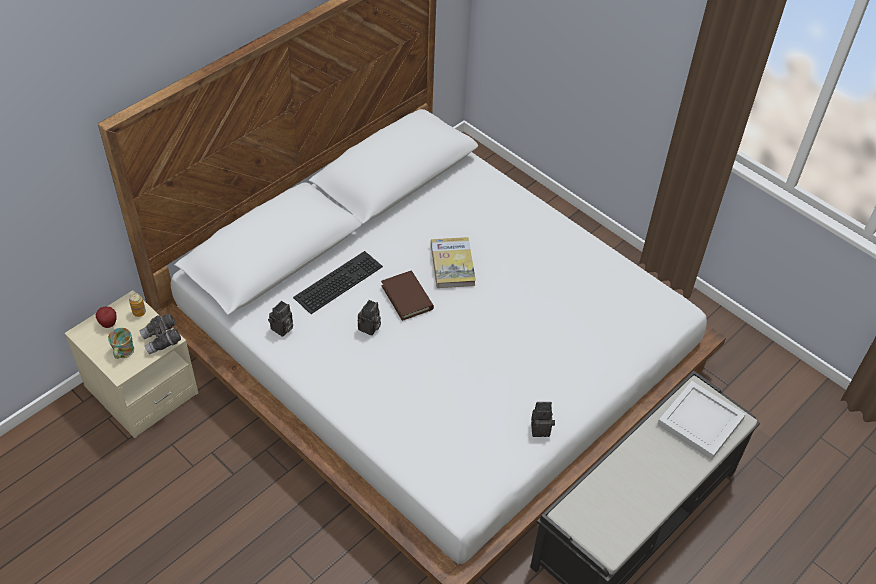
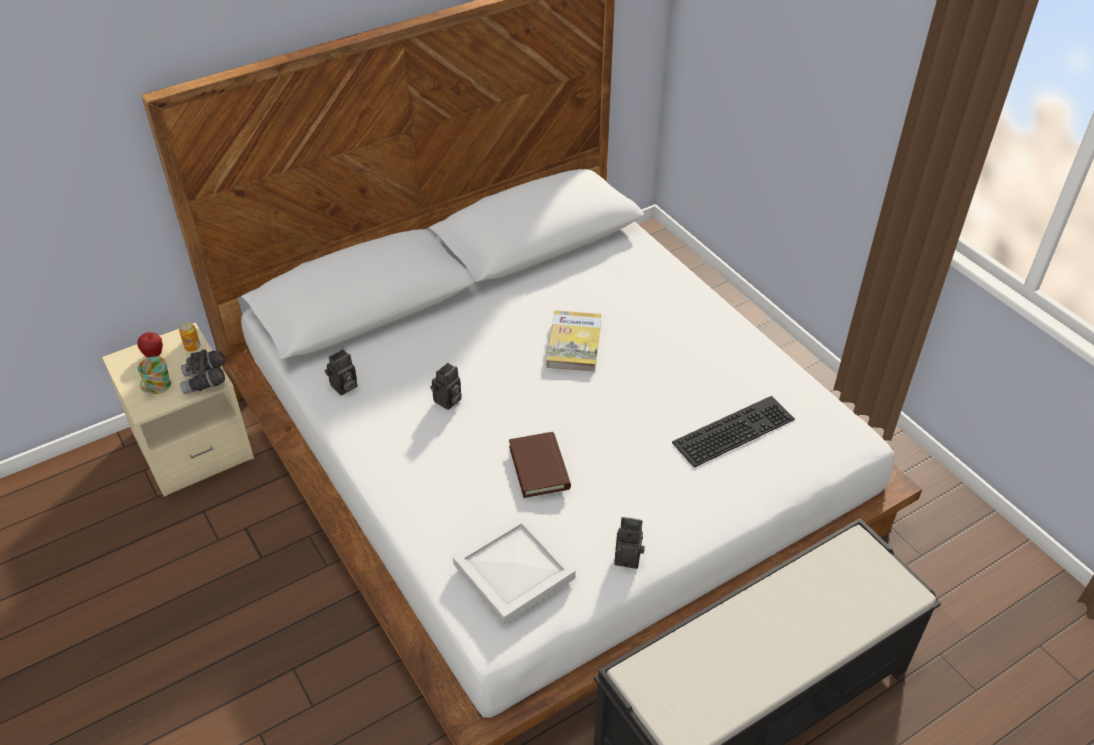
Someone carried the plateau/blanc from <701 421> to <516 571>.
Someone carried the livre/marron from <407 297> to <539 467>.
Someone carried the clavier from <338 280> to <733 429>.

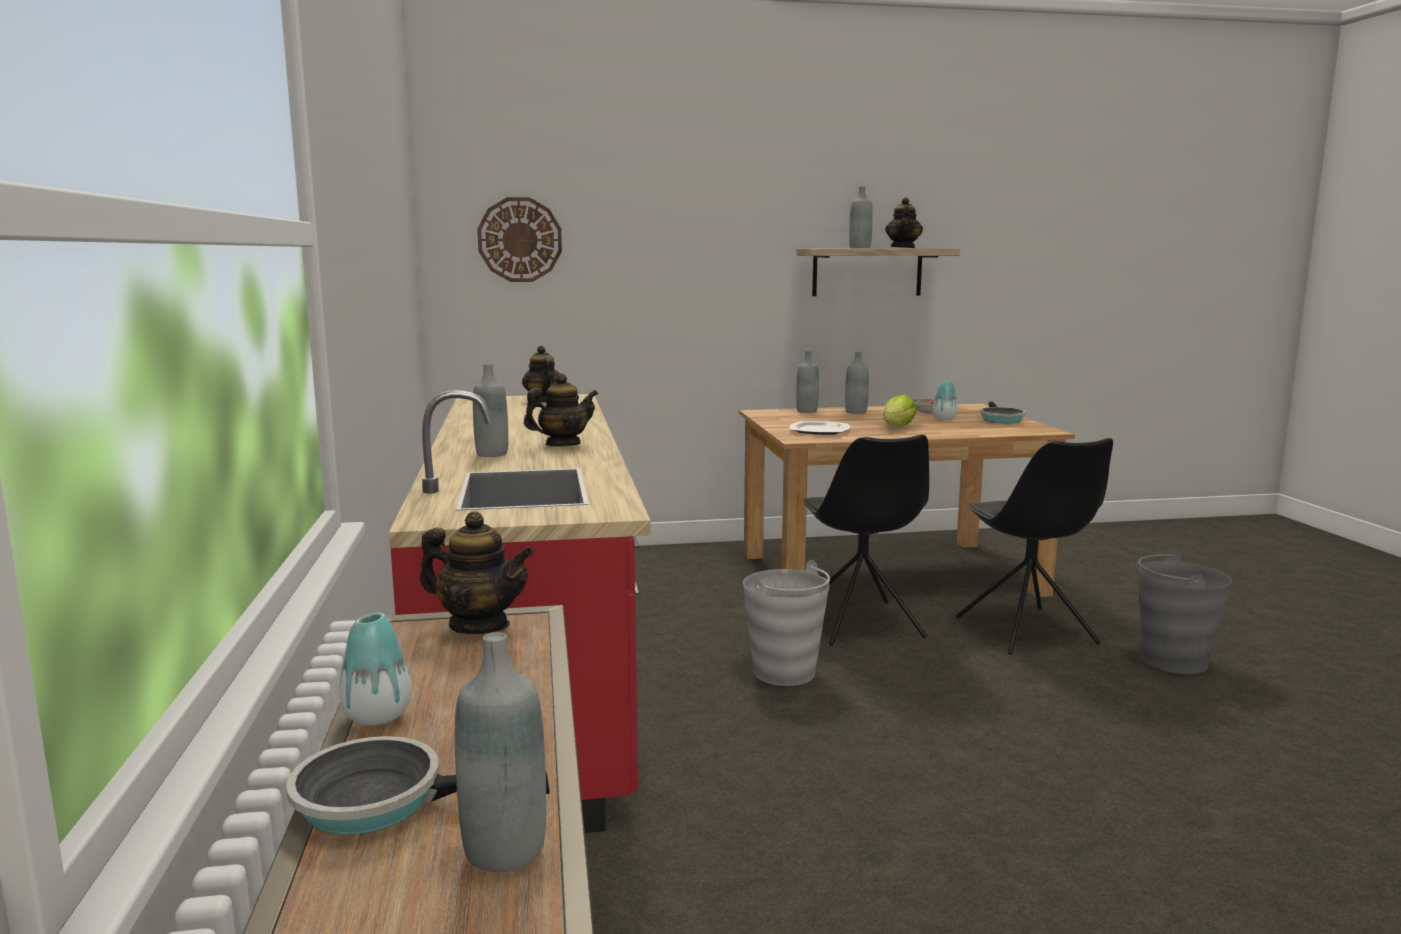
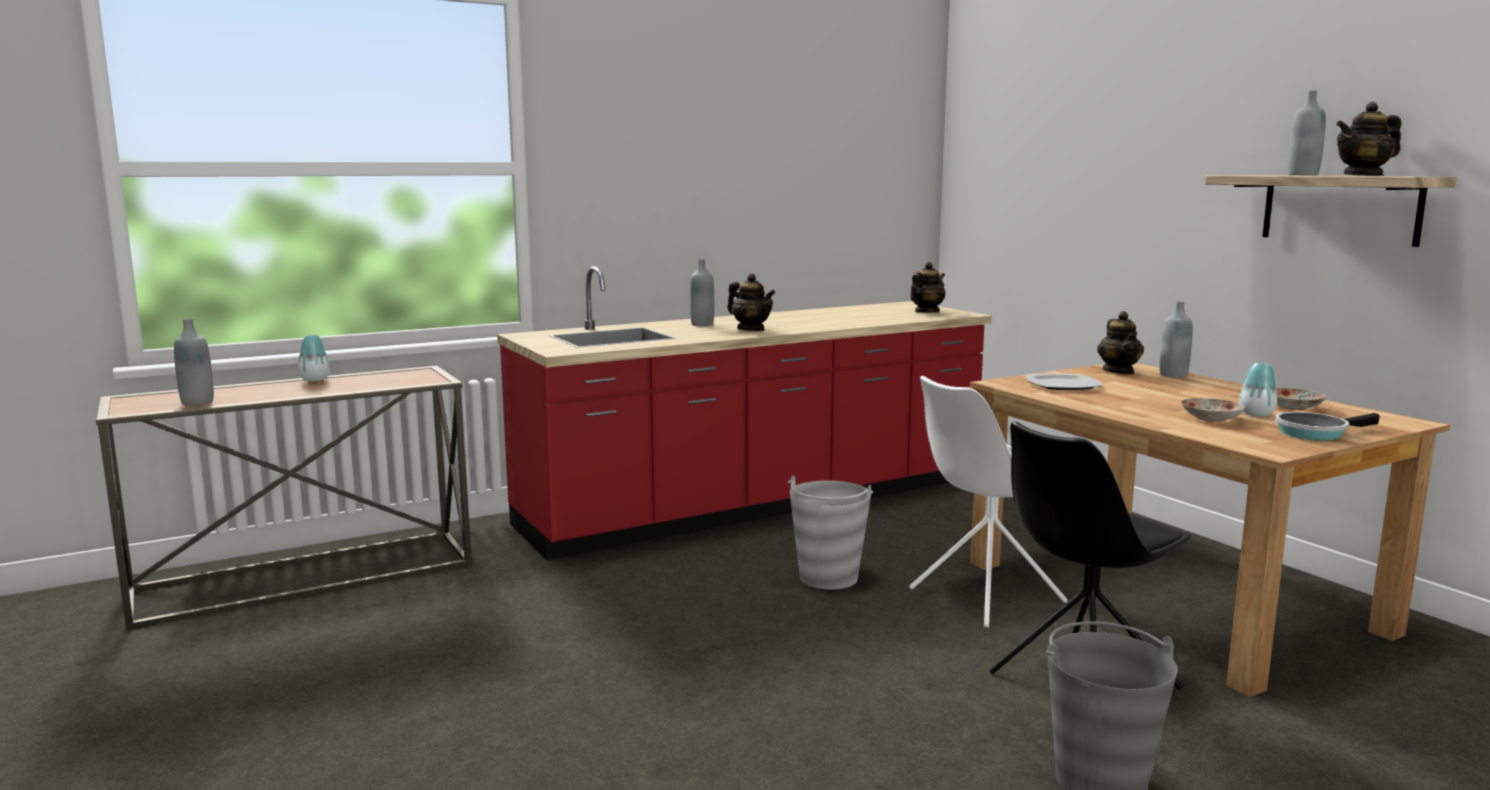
Someone repainted the chaise/noir at <860 624>, which became the chaise/blanc at <984 596>.
Someone carried the théière from <479 625> to <1118 371>.
Someone put down the assiette at <1210 418>.
Someone took away the poêle at <382 800>.
Someone took away the horloge murale at <520 240>.
Someone took away the bouteille/gris at <856 412>.
Someone took away the laitue at <894 428>.

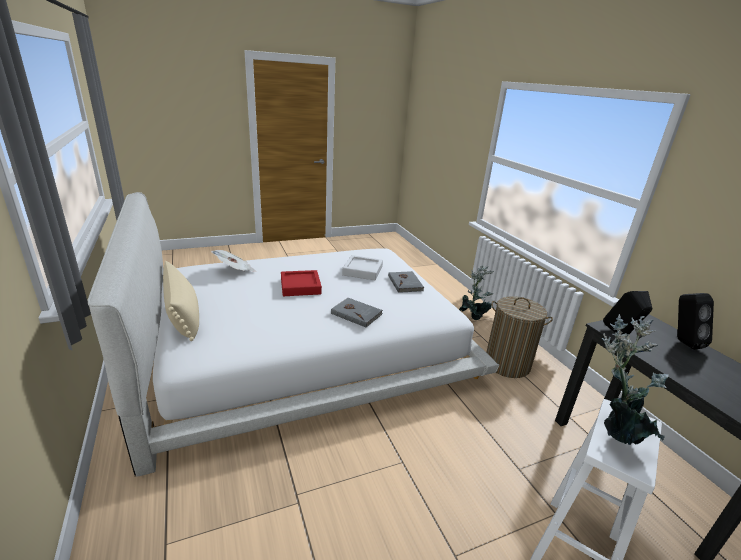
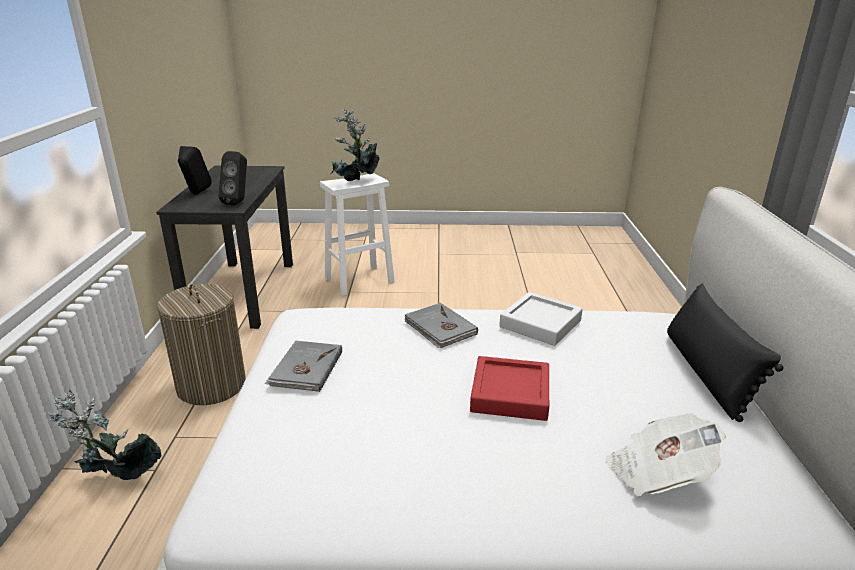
Someone carried the plateau/gris from <362 271> to <540 324>.
Someone repainted the coussin/beige at <183 316>, which became the coussin/noir at <706 373>.

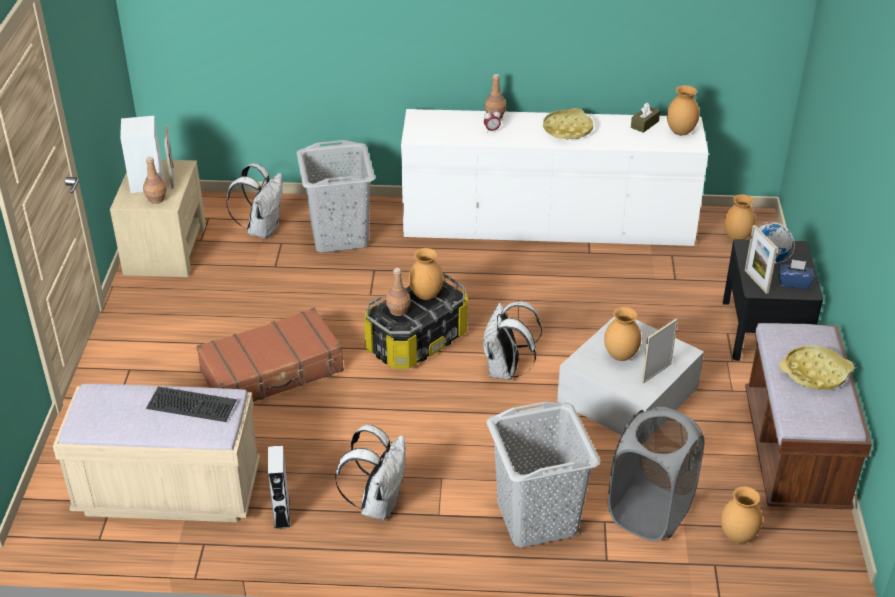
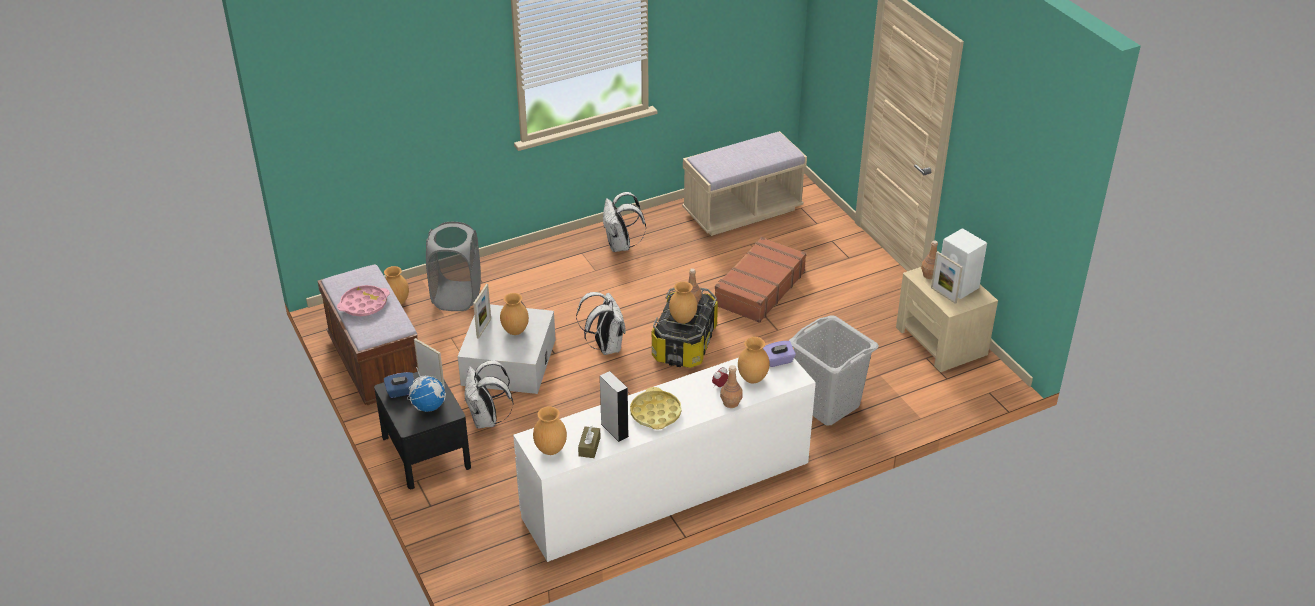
Someone repainted the plateau/jaune at <815 373>, which became the plateau/rose at <364 304>.
Someone carried the sac à dos/blanc from <262 229> to <487 420>.
Someone carried the enceinte/gris from <282 514> to <614 430>.
Someone carried the vase/marron from <737 237> to <752 379>.
Someone put down the boîte à mouchoirs/violet at <778 361>.
Someone took away the clavier at <191 405>.
Someone took away the panier à linge/gris at <536 519>.

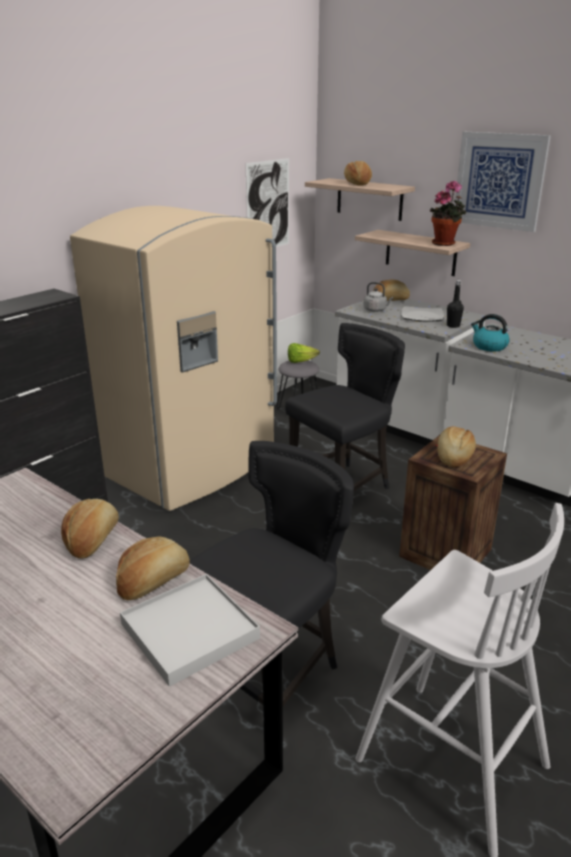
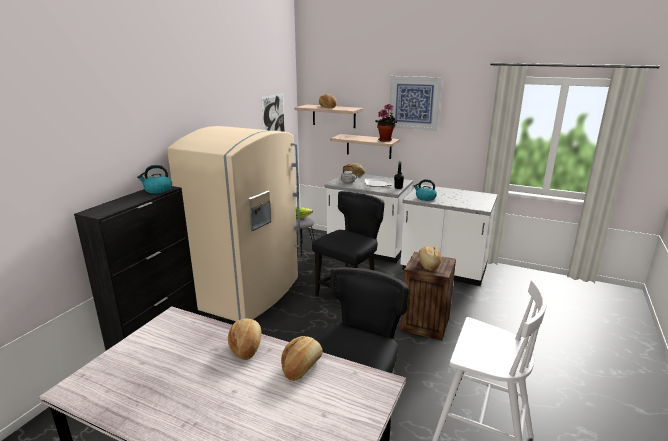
Someone put down the bouilloire at <158 190>.
Someone took away the plateau/blanc at <190 631>.

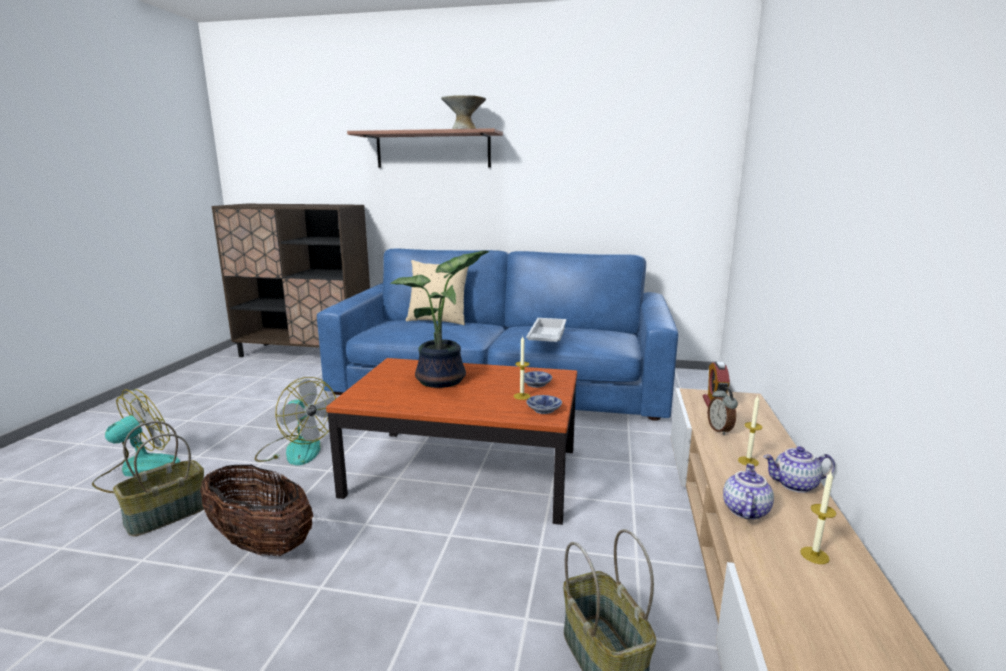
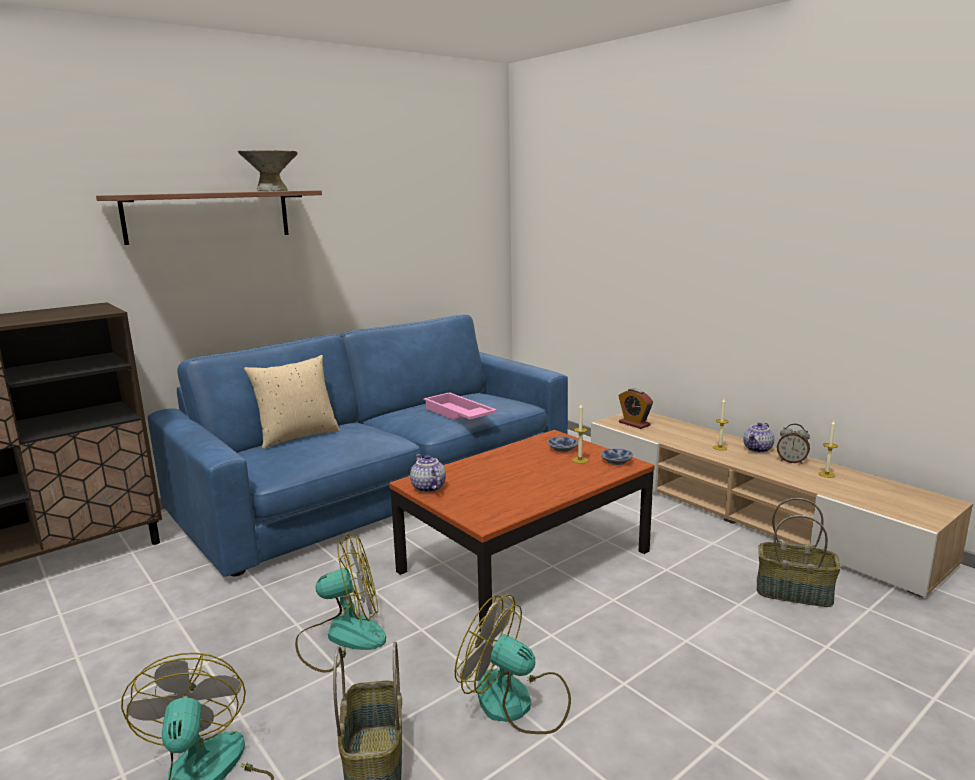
Someone carried the théière from <744 510> to <427 488>.
Someone repainted the plateau/blanc at <546 337>, which became the plateau/rose at <457 414>.
Someone swapped the panier at <261 543> for the ventilateur at <517 703>.
Someone carried the réveil from <720 430> to <791 461>.
Someone took away the plante en pot at <444 380>.

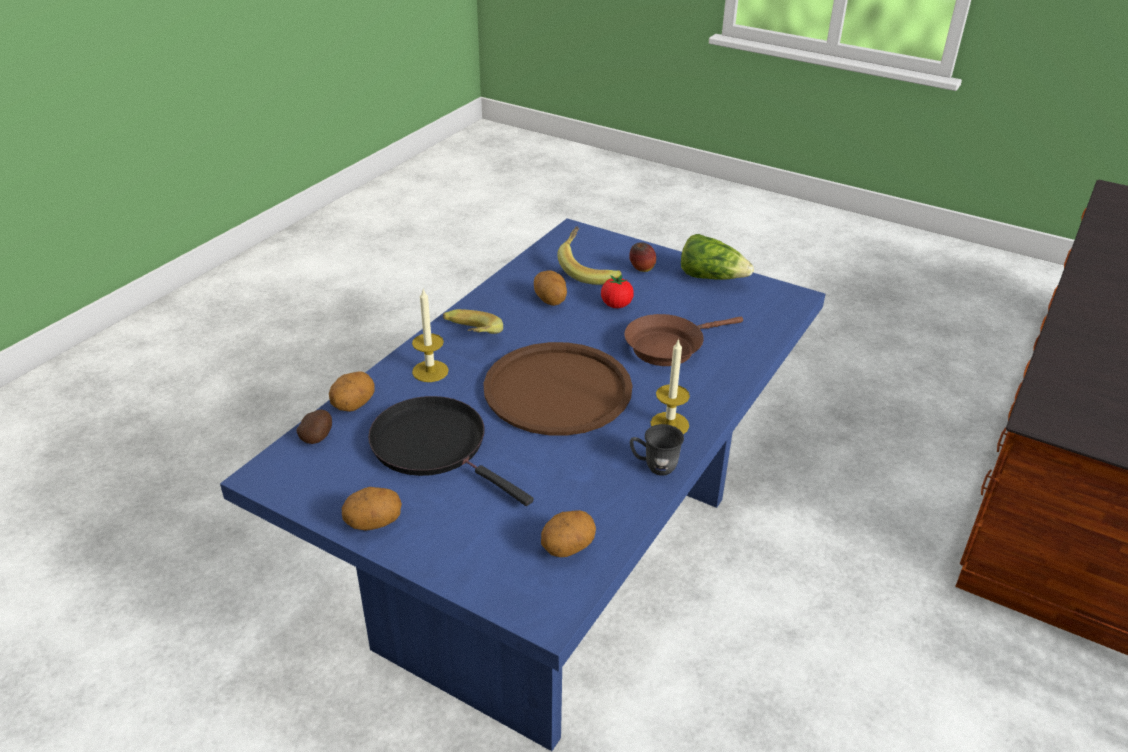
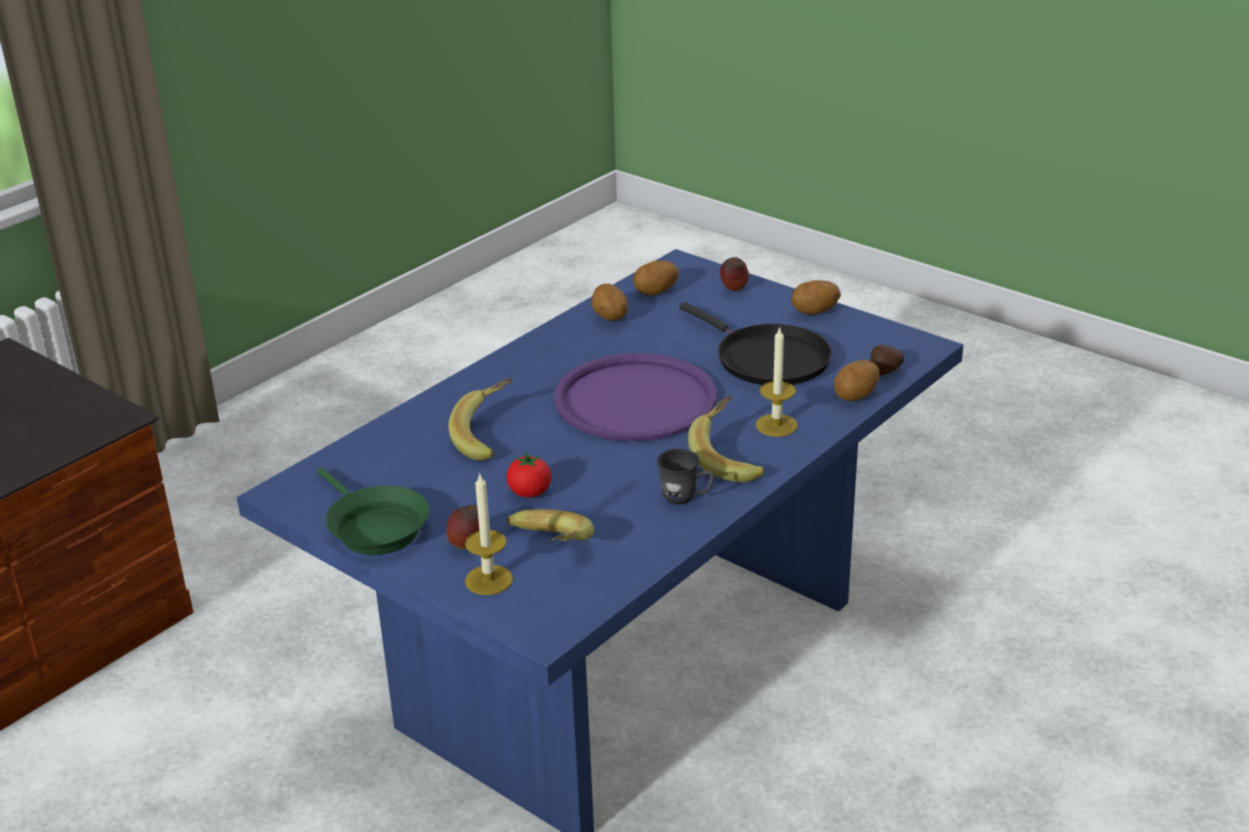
Someone swapped the laitue at <711 277> for the poêle/vert at <373 528>.
Someone swapped the poêle/marron at <669 347> for the banane at <490 437>.
Someone carried the bougie from <669 424> to <489 580>.
Someone repainted the plateau/marron at <558 390>, which became the plateau/violet at <635 399>.
Someone carried the pomme de terre from <550 300> to <609 318>.
Someone carried the mug/gris from <654 466> to <686 498>.
Someone put down the pomme at <733 290>.

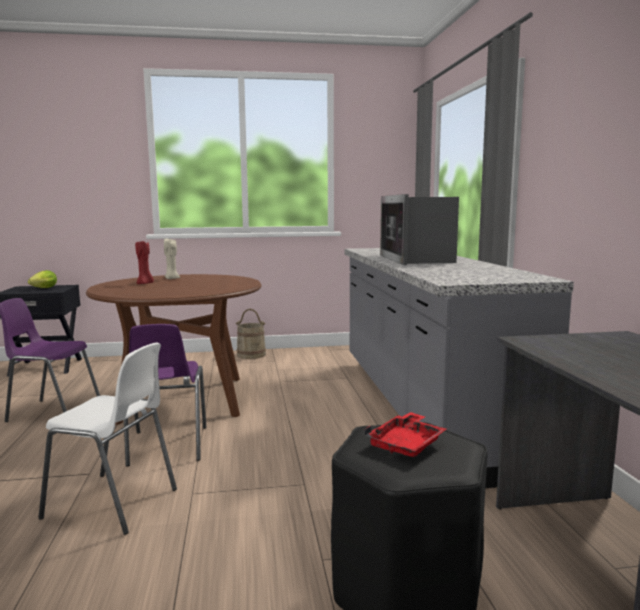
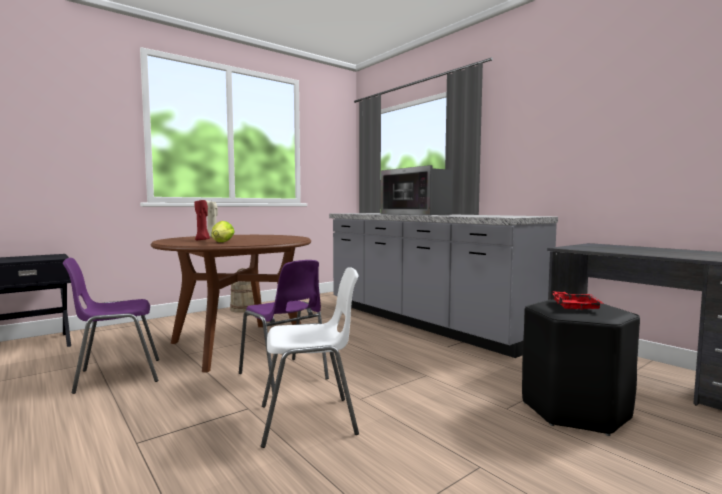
Someone carried the laitue from <42 288> to <221 242>.

